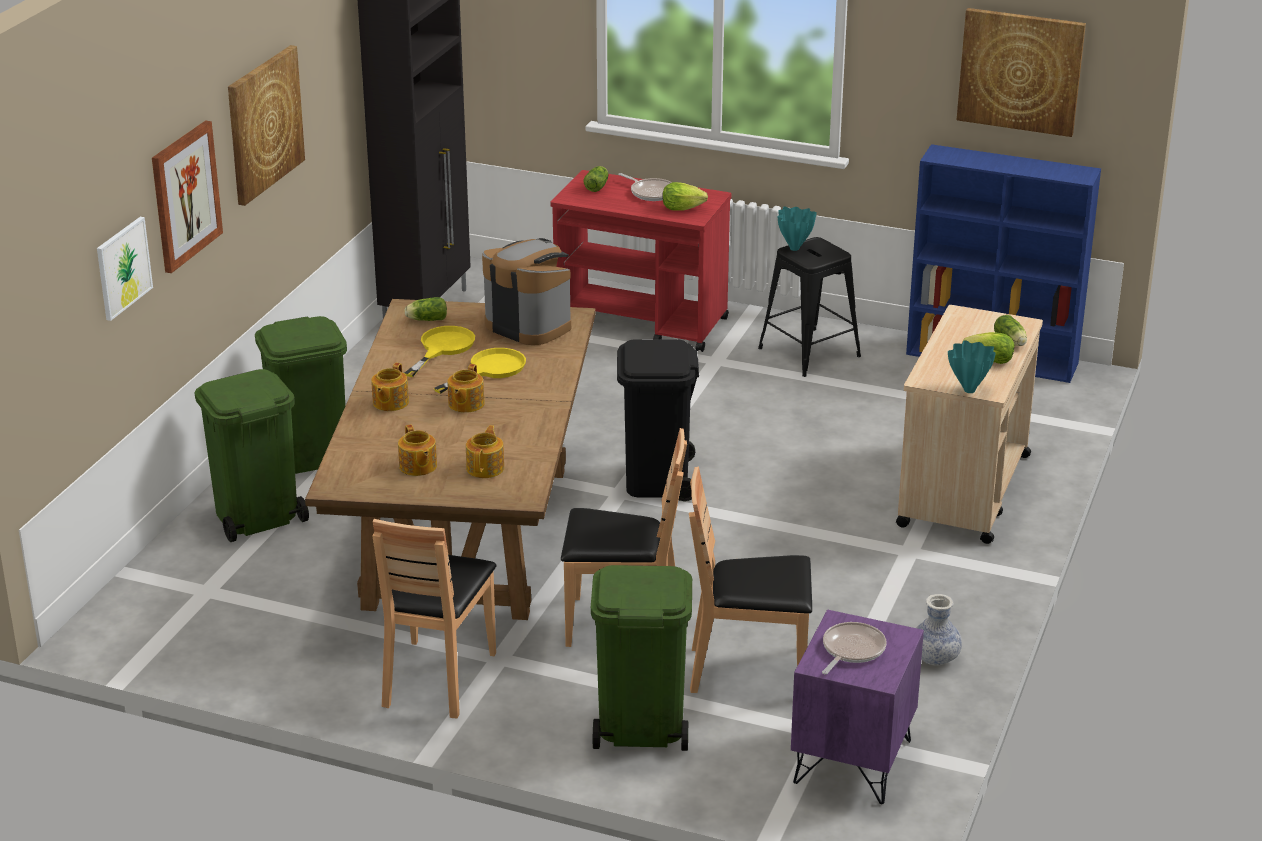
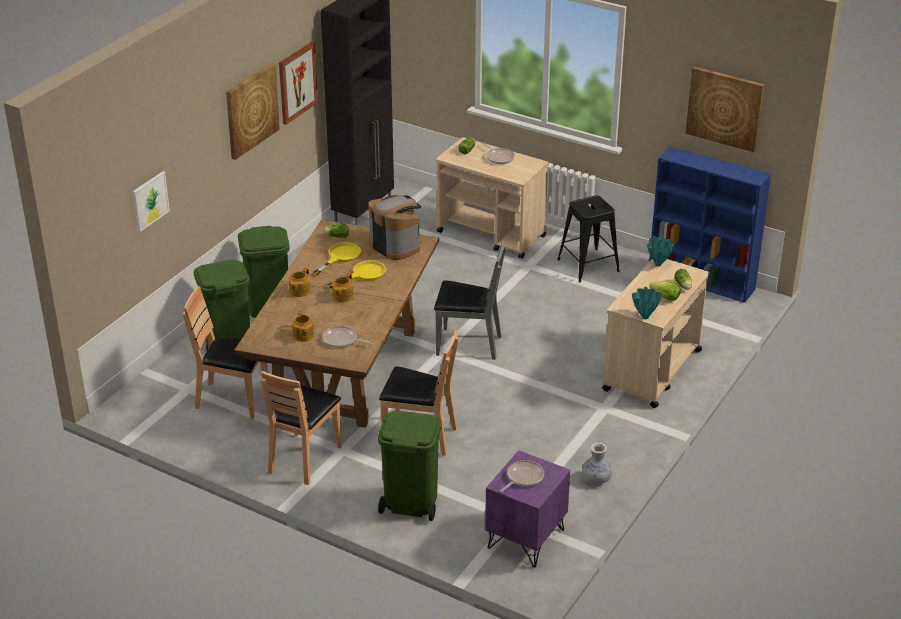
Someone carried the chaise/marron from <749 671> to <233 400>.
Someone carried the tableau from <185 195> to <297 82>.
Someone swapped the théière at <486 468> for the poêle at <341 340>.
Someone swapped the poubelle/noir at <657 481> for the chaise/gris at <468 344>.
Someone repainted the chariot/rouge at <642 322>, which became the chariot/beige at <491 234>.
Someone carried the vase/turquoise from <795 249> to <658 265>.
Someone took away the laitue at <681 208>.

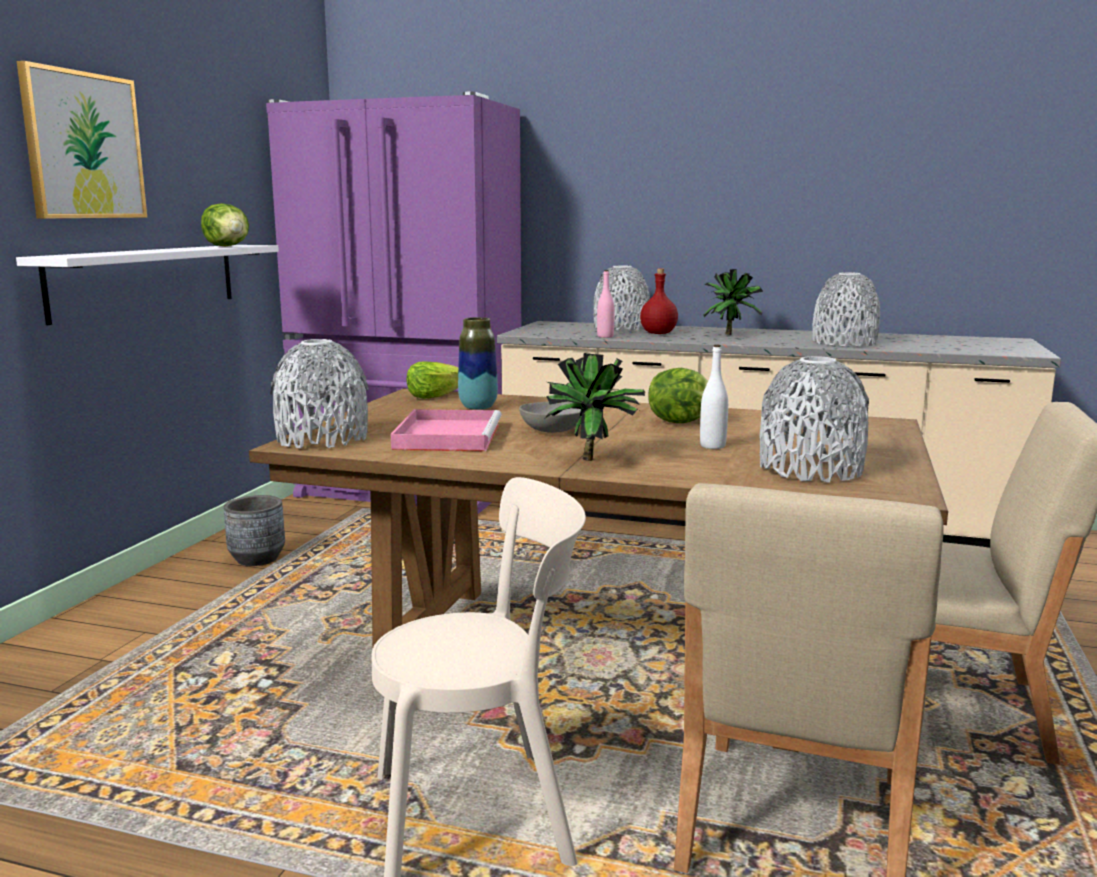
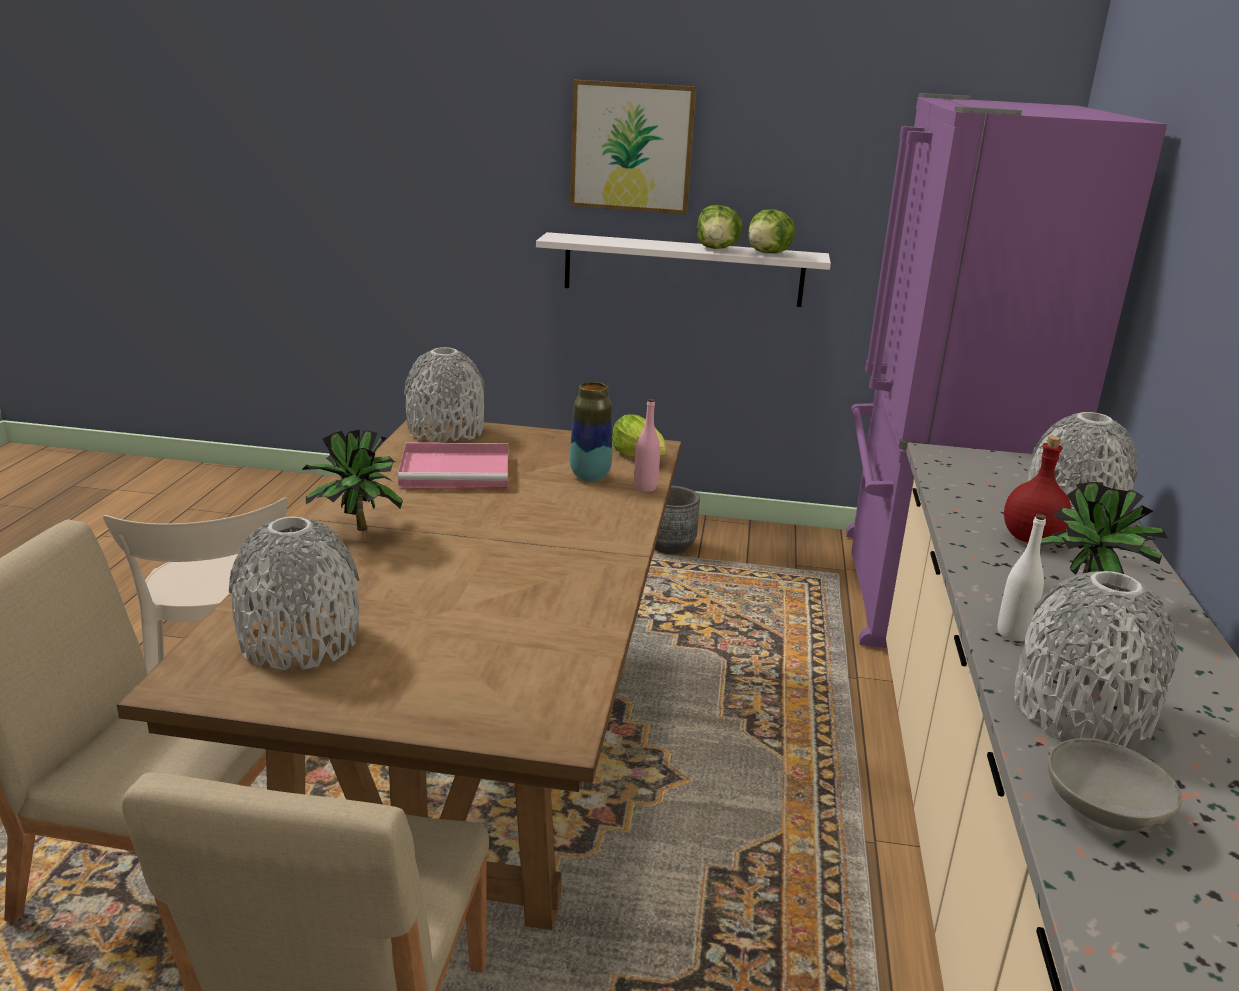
Someone carried the bouteille/rose from <605 336> to <645 487>.
Someone carried the laitue from <681 422> to <717 249>.
Someone carried the bouteille/blanc from <712 446> to <1013 634>.
Someone carried the bol/gris from <552 431> to <1103 809>.

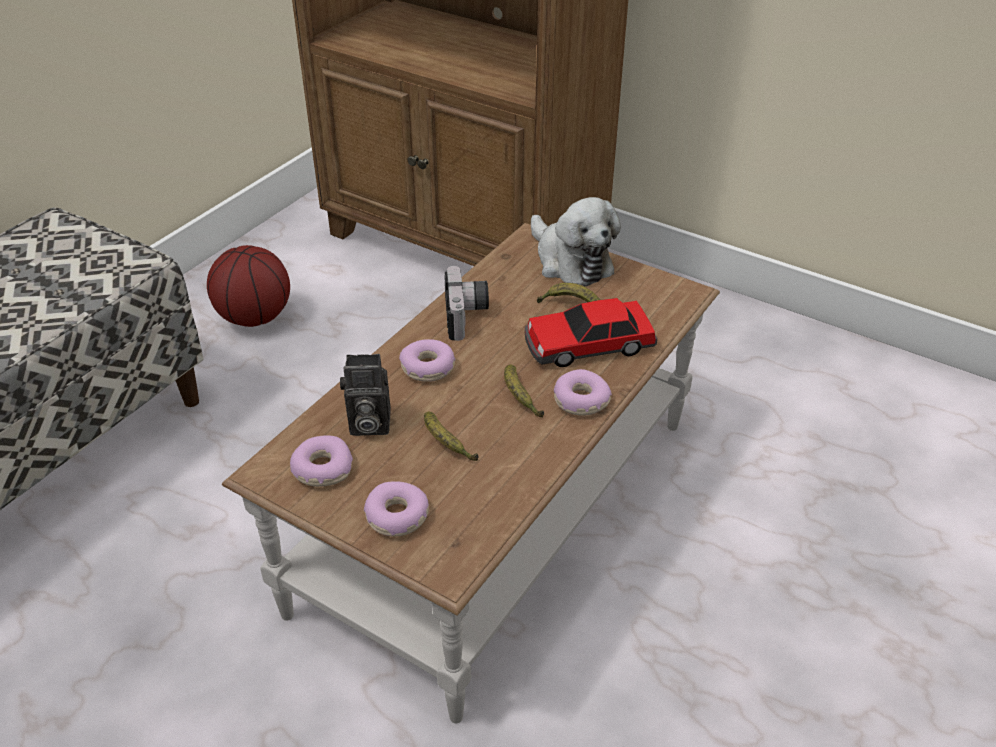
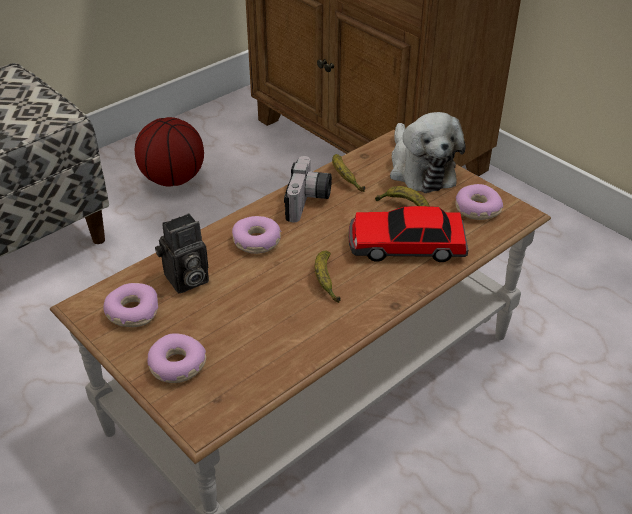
Someone rotated the appareil photo at <367 424> by 45 degrees counterclockwise.
Someone carried the banane from <446 443> to <344 178>.
Someone carried the beignet from <580 401> to <477 209>.

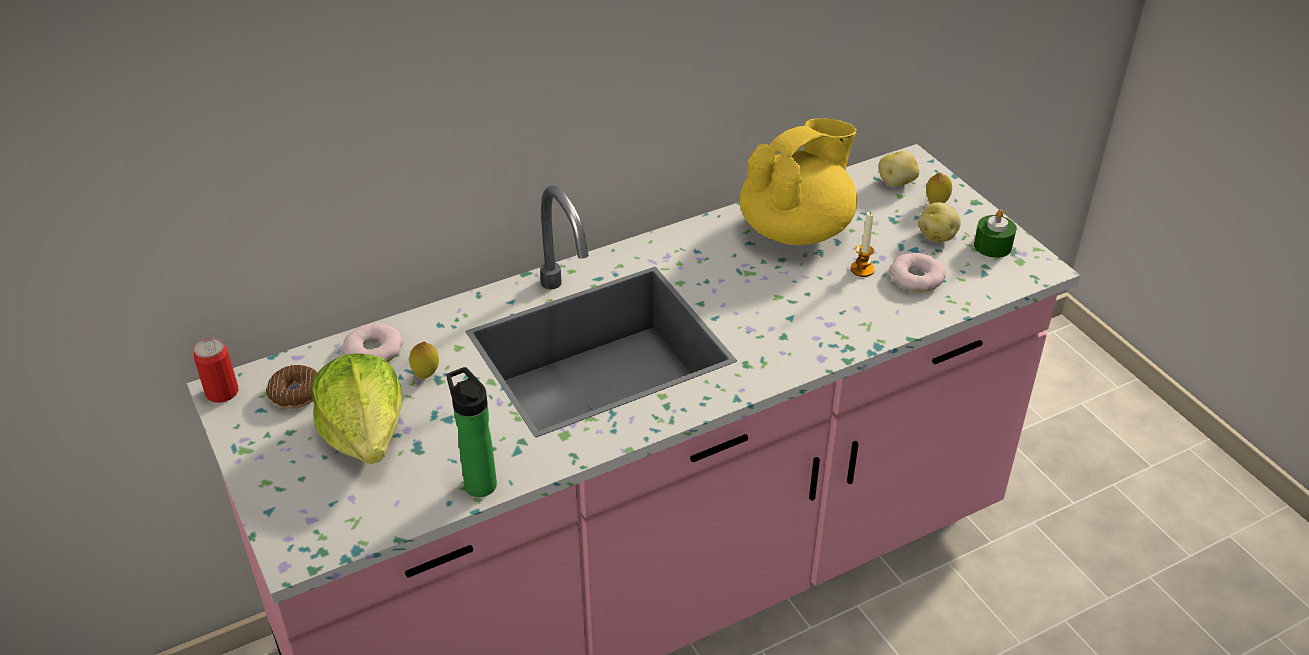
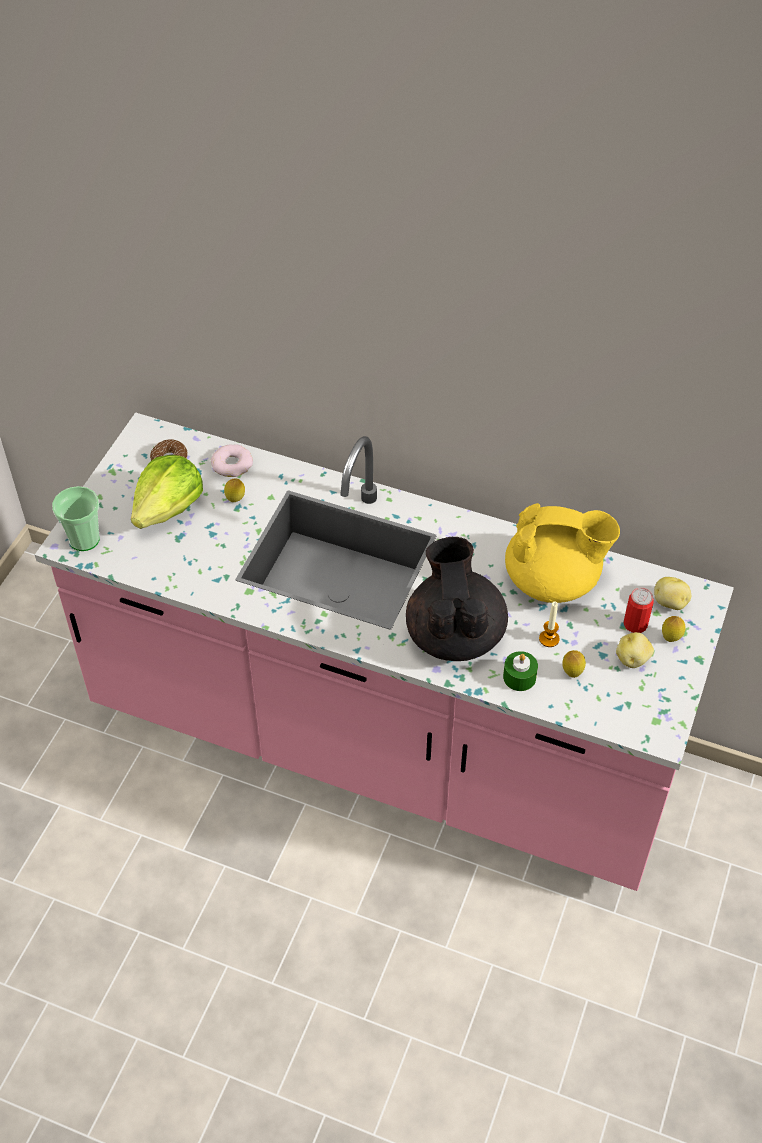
Someone put down the tasse at <84 539>.
Someone put down the théière/noir at <454 634>.
Someone carried the bougie/vert from <992 246> to <519 677>.
Someone swapped the beignet at <916 278> for the citron at <572 672>.
Someone carried the boîte métallique from <222 392> to <635 624>.
Someone took away the bouteille at <478 482>.

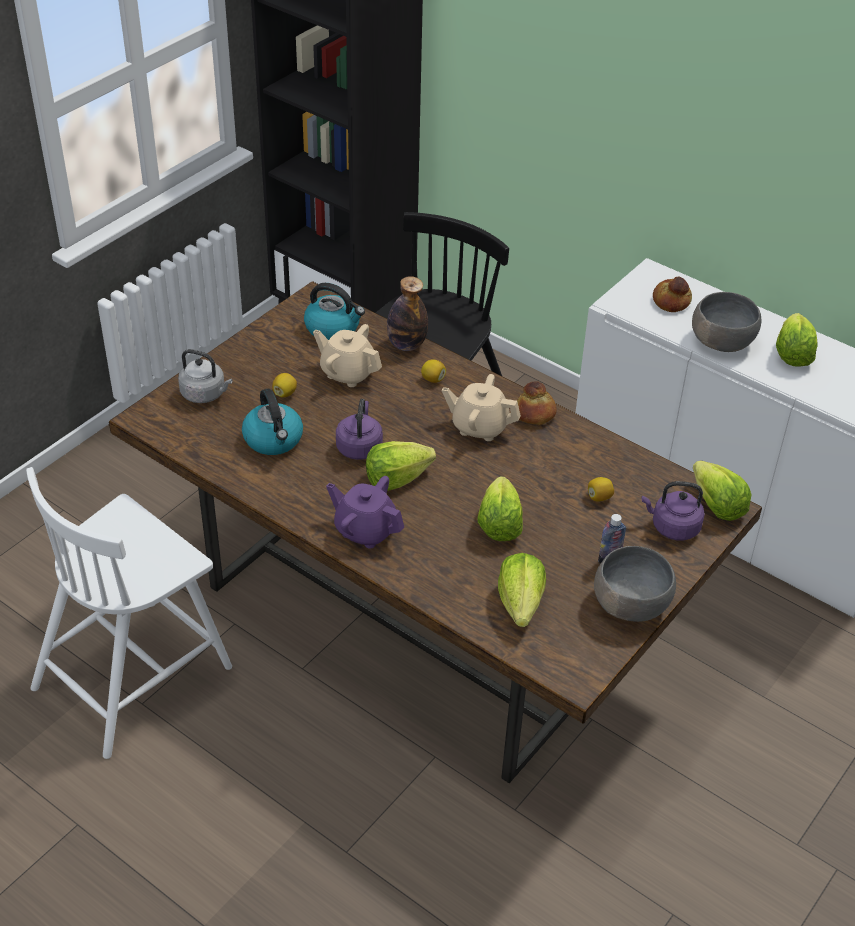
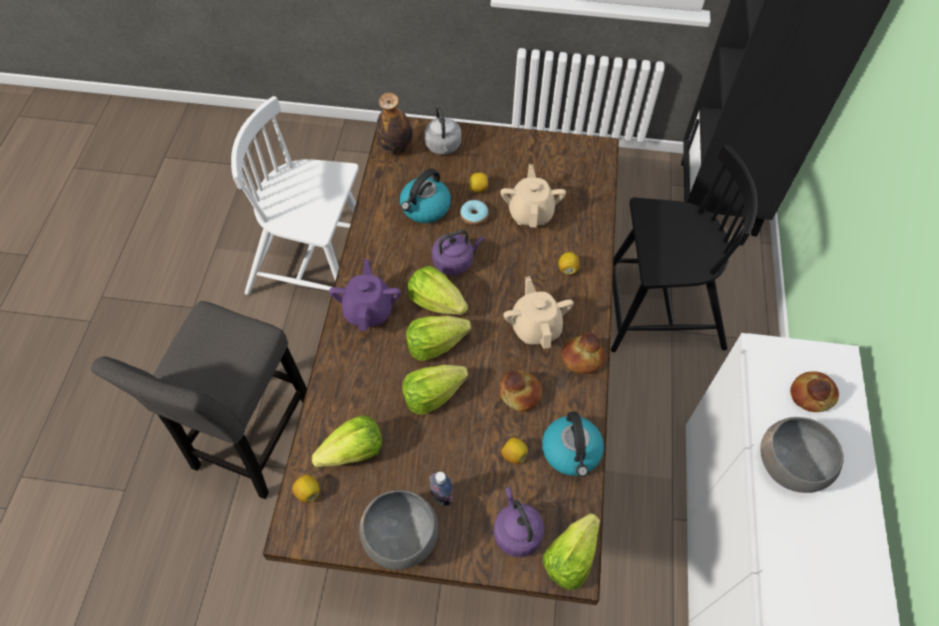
Someone put down the tabouret/gris at <251 443>.
Someone put down the citron at <308 492>.
Someone carried the bouteille from <406 344> to <396 147>.
Someone carried the laitue from <792 354> to <435 344>.
Someone put down the beignet at <474 216>.
Someone put down the pain at <519 393>.
Someone carried the bouilloire from <333 328> to <571 452>.

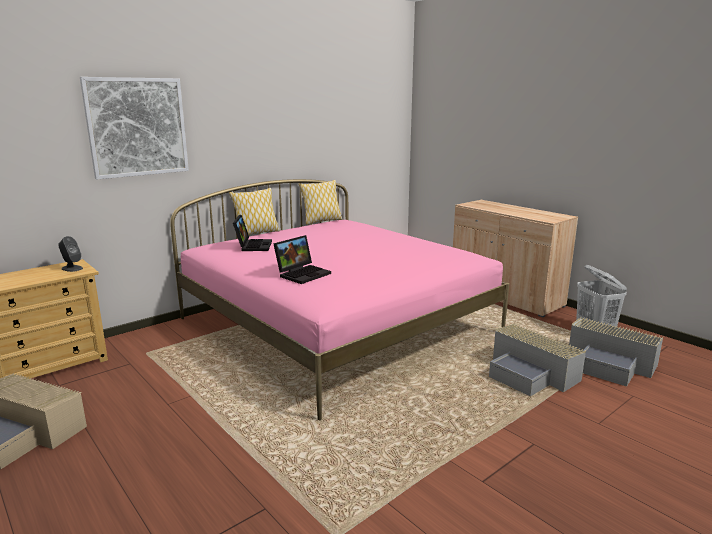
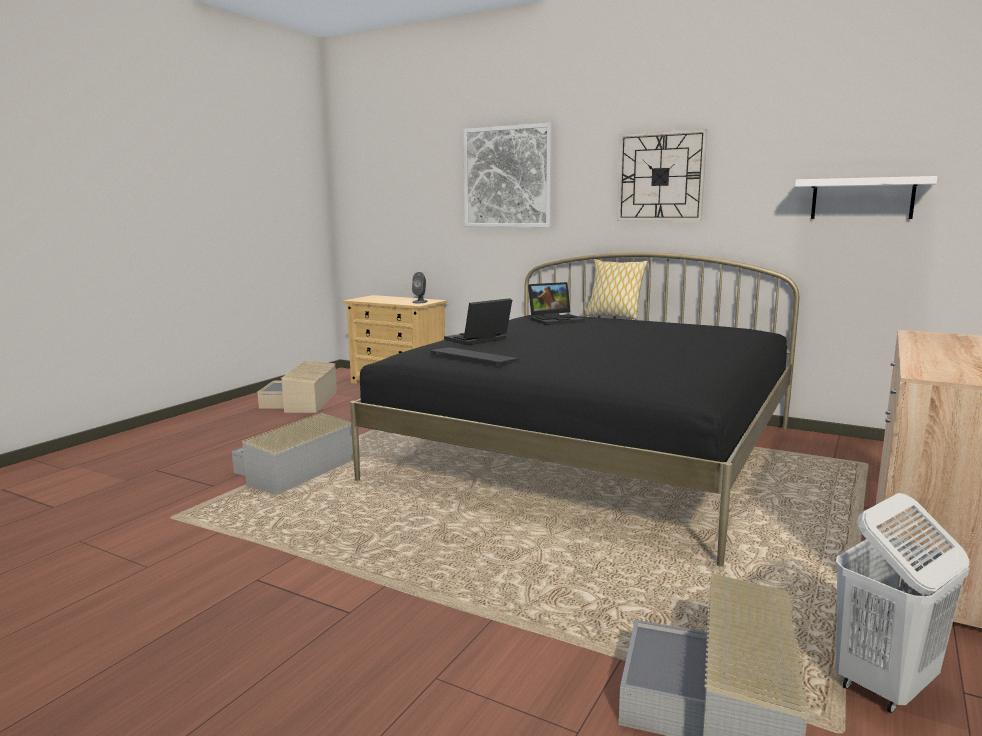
Someone carried the boîte de rangement/gris from <531 374> to <291 471>.
Someone repainted the lit/rose at <337 325>, which became the lit/noir at <592 452>.
Someone put down the clavier at <475 358>.
Someone rotated the ordinateur portable at <303 274> by 120 degrees clockwise.
Someone put up the horloge murale at <660 177>.
Someone put up the étagère/blanc at <862 198>.
Someone took away the coussin at <321 221>.

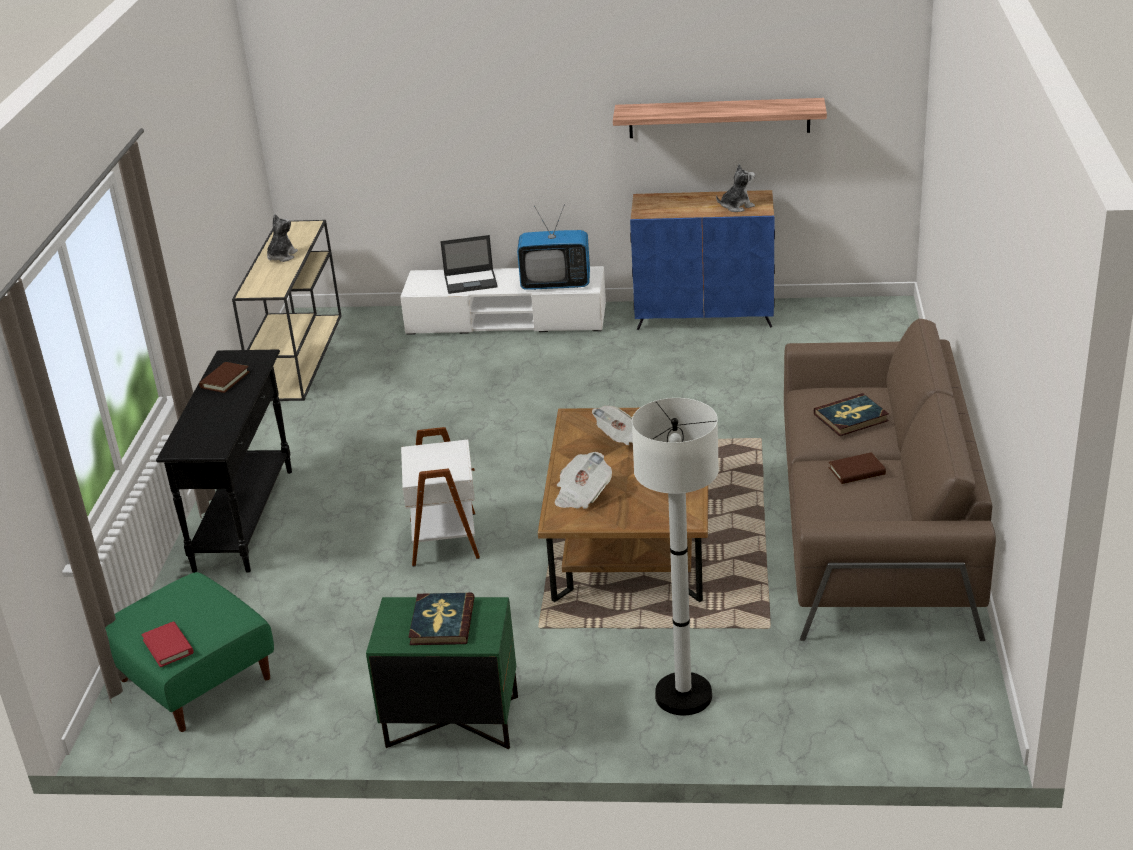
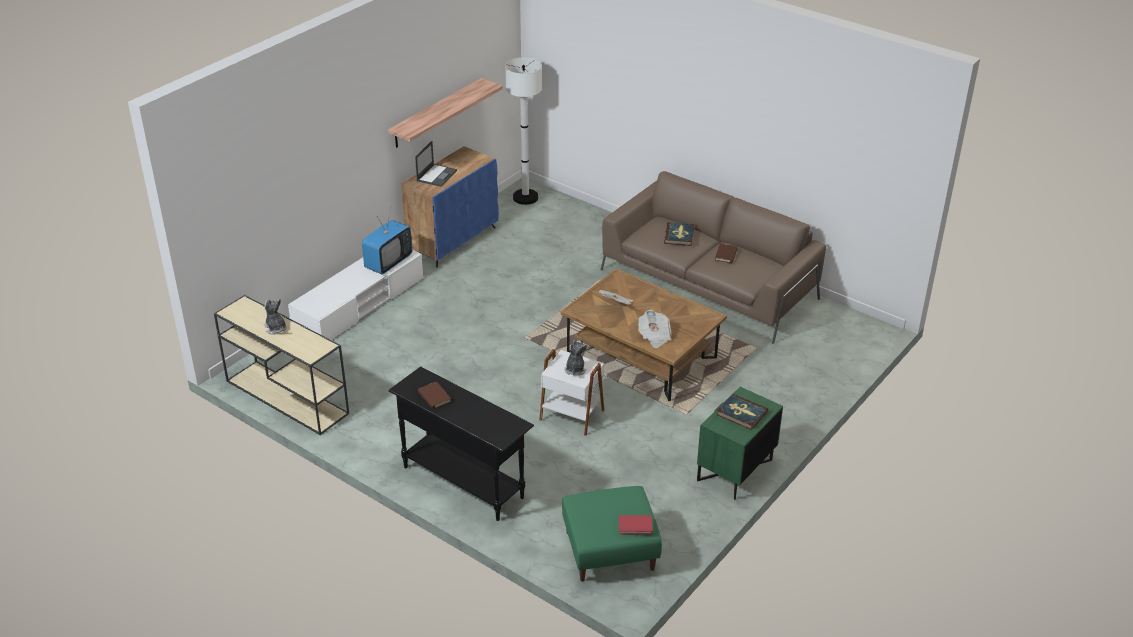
Someone carried the ordinateur portable from <471 281> to <436 175>.
Someone carried the lampadaire/blanc from <683 695> to <525 198>.
Someone carried the peluche from <736 206> to <575 369>.

